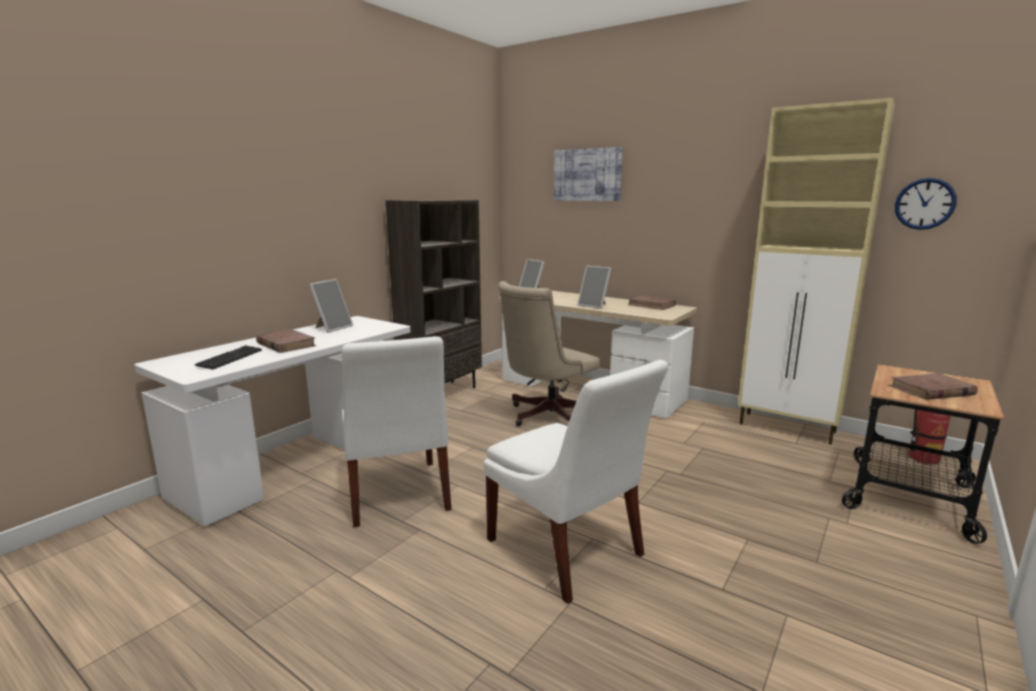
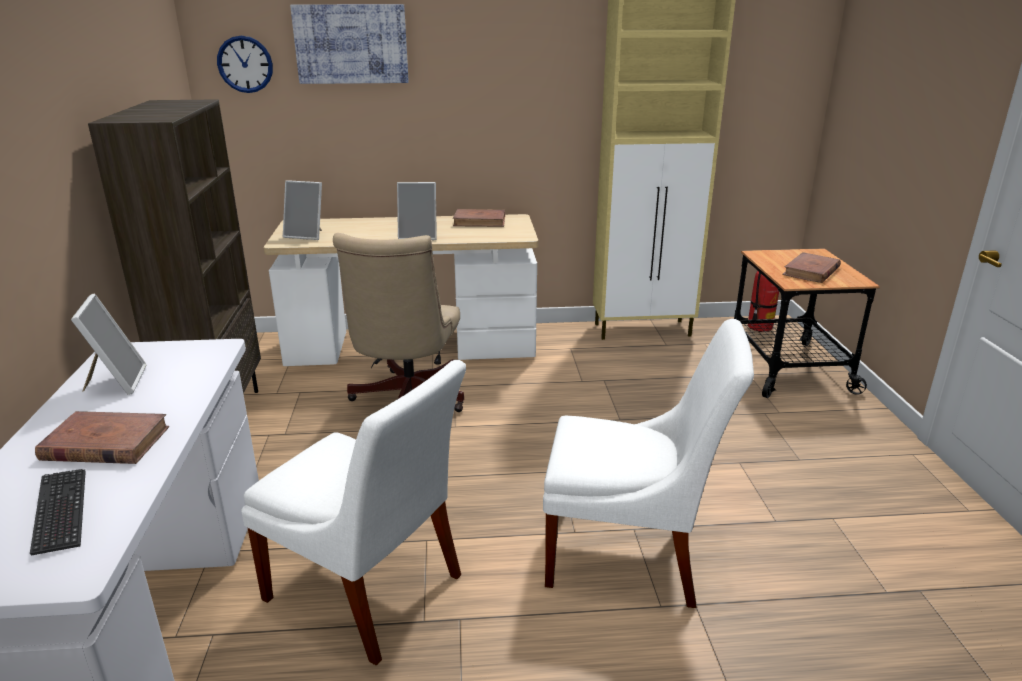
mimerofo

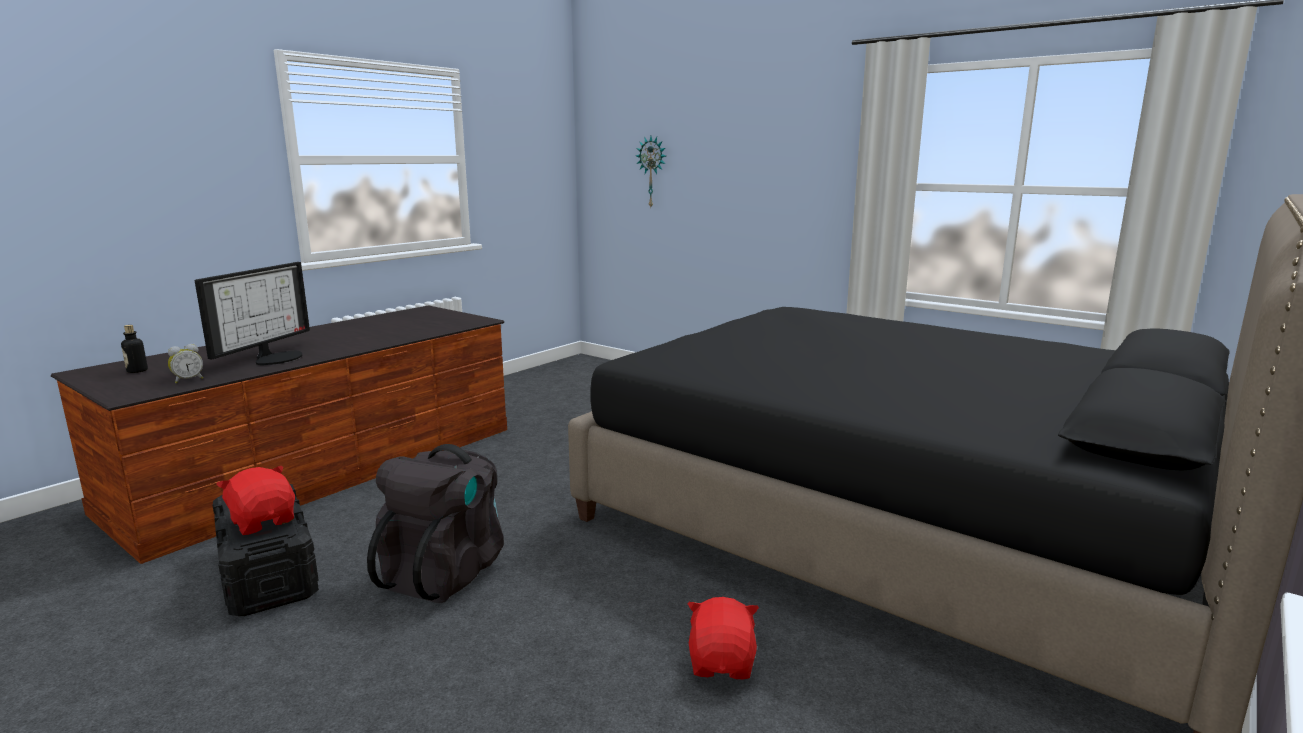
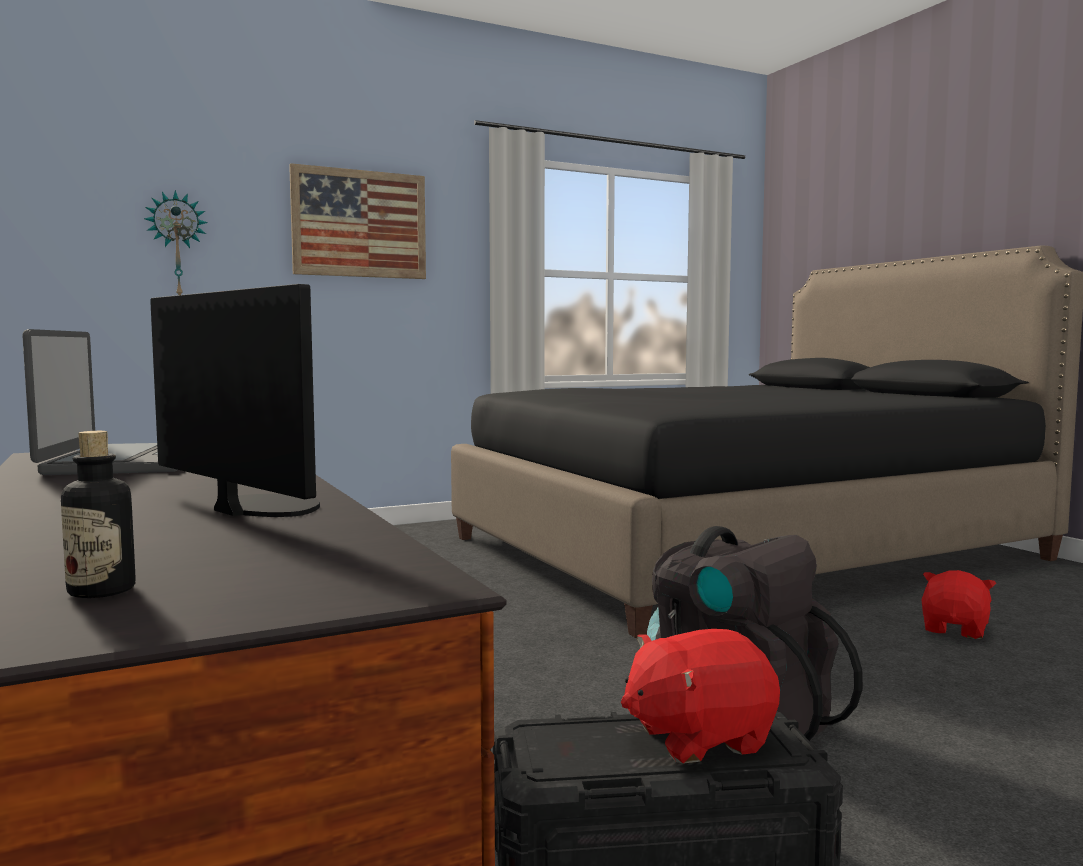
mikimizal
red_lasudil (2nd from left)
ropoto
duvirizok

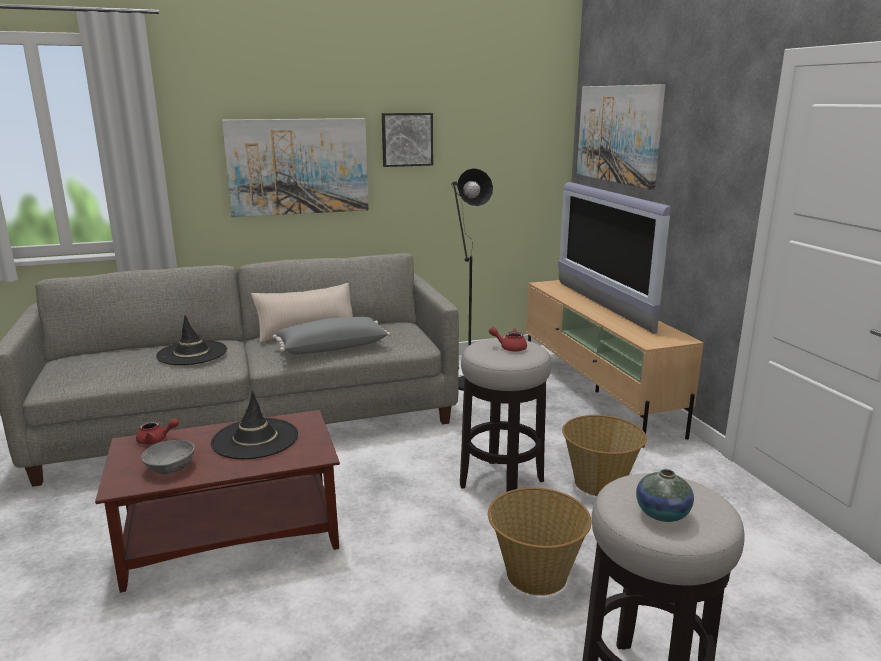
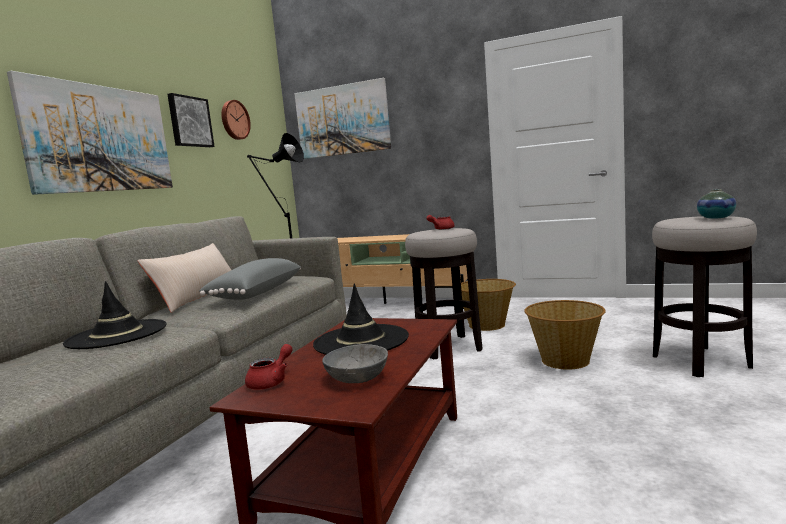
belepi
mimerofo

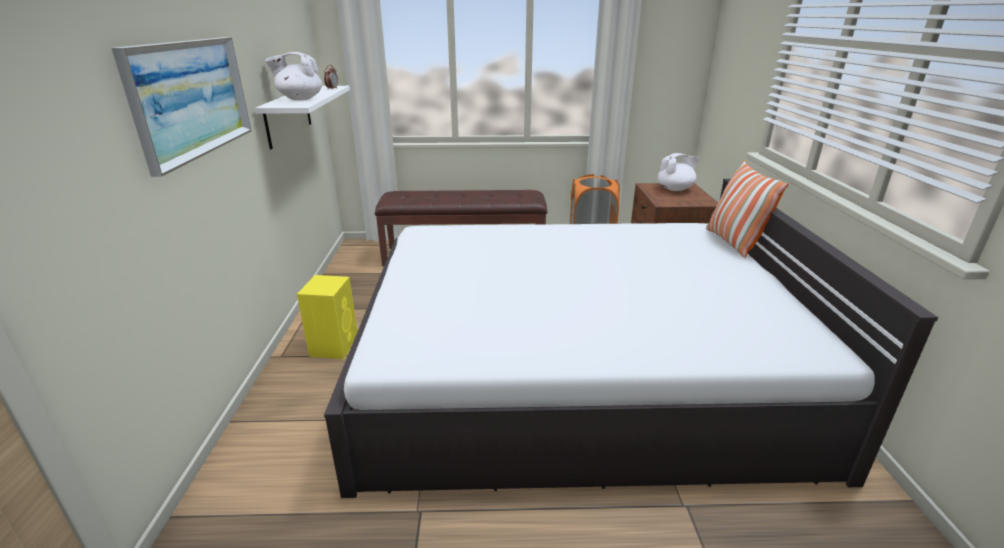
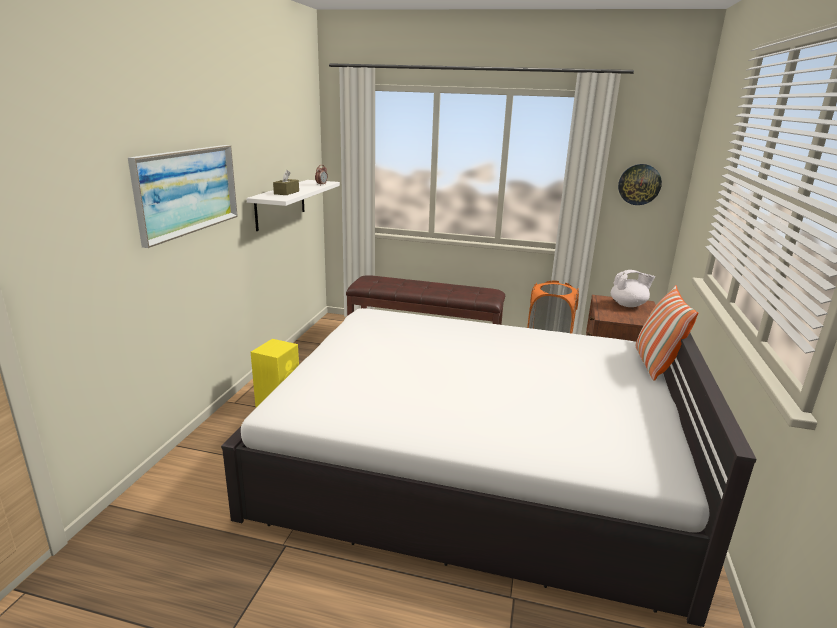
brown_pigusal
mimerofo

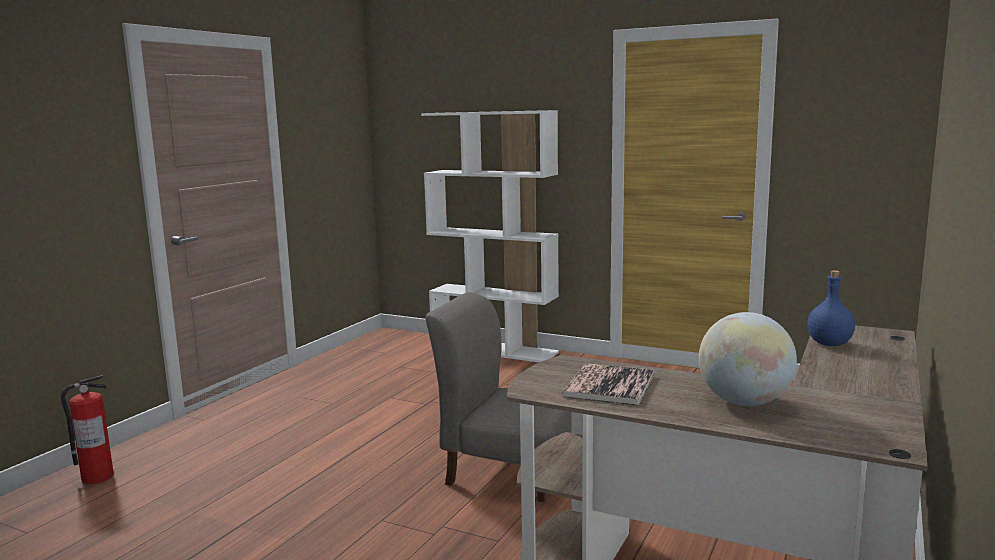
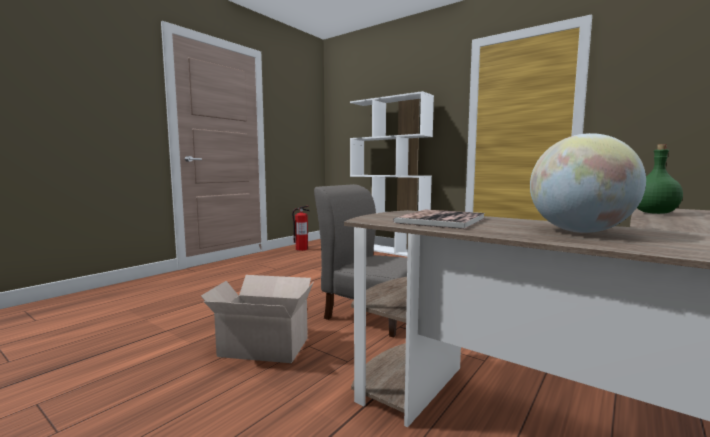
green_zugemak
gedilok
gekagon

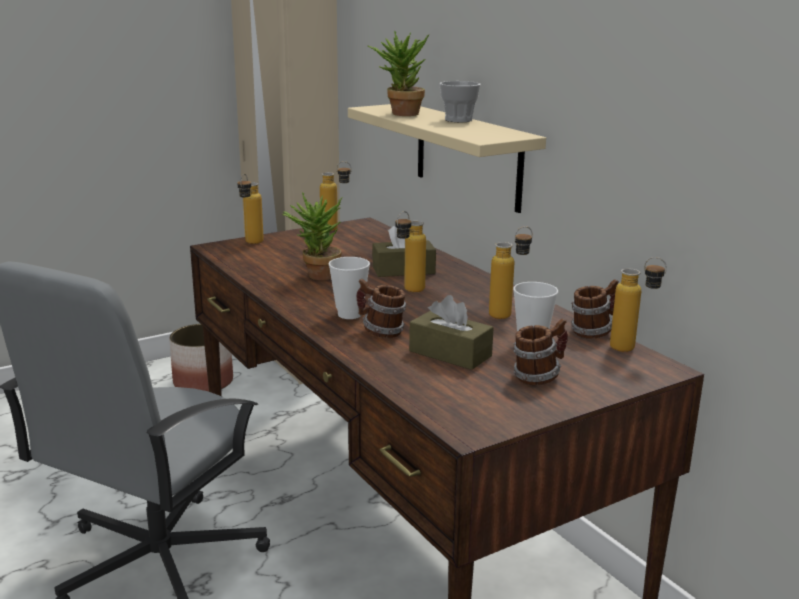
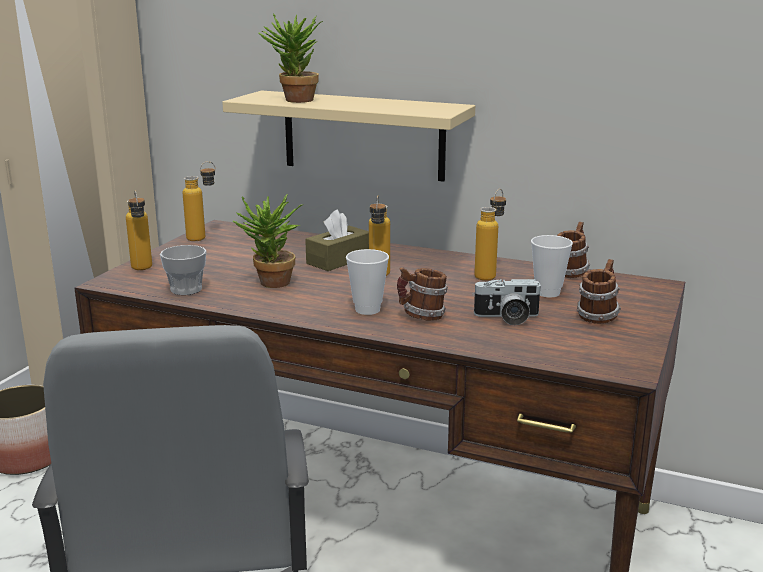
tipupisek (1st from left)
zugemak (5th from left in the first image)
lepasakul

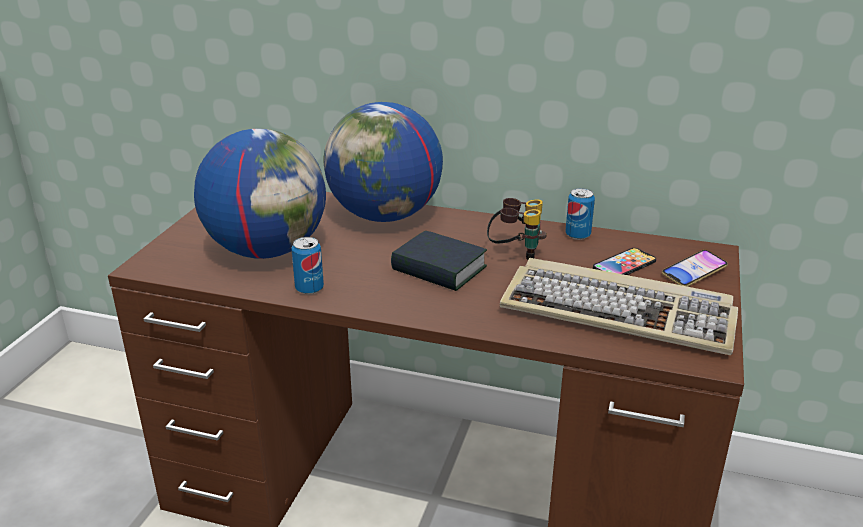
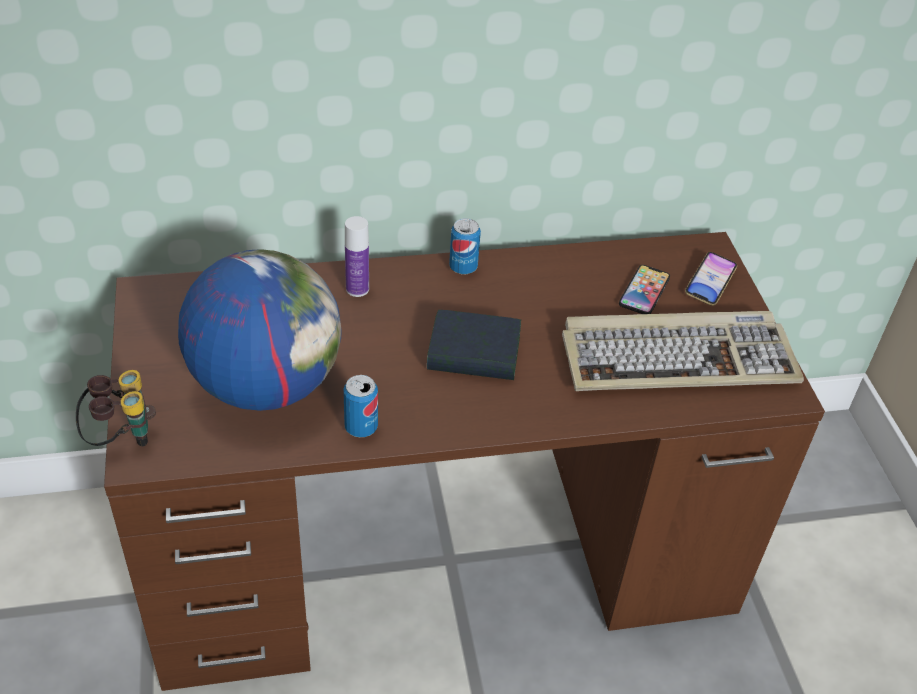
zugemak
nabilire (2nd from left)
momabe

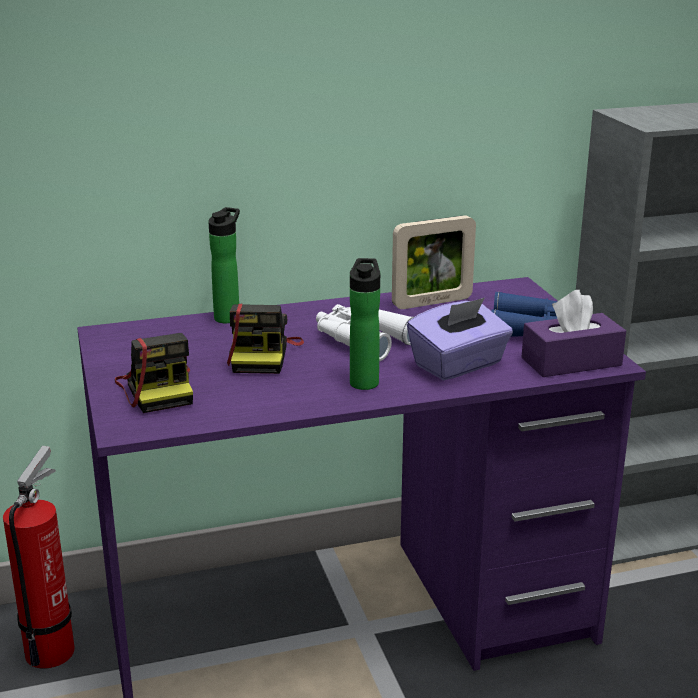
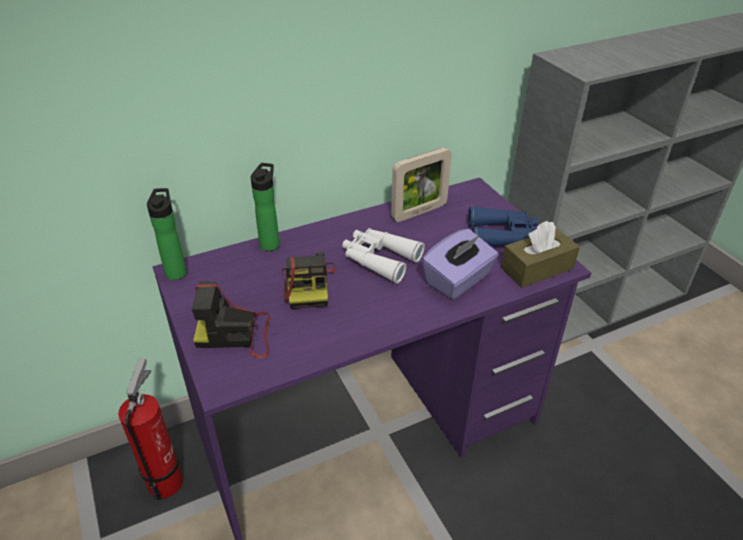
zugemak (1st from left)
brown_pigusal
lepasakul (1st from left)

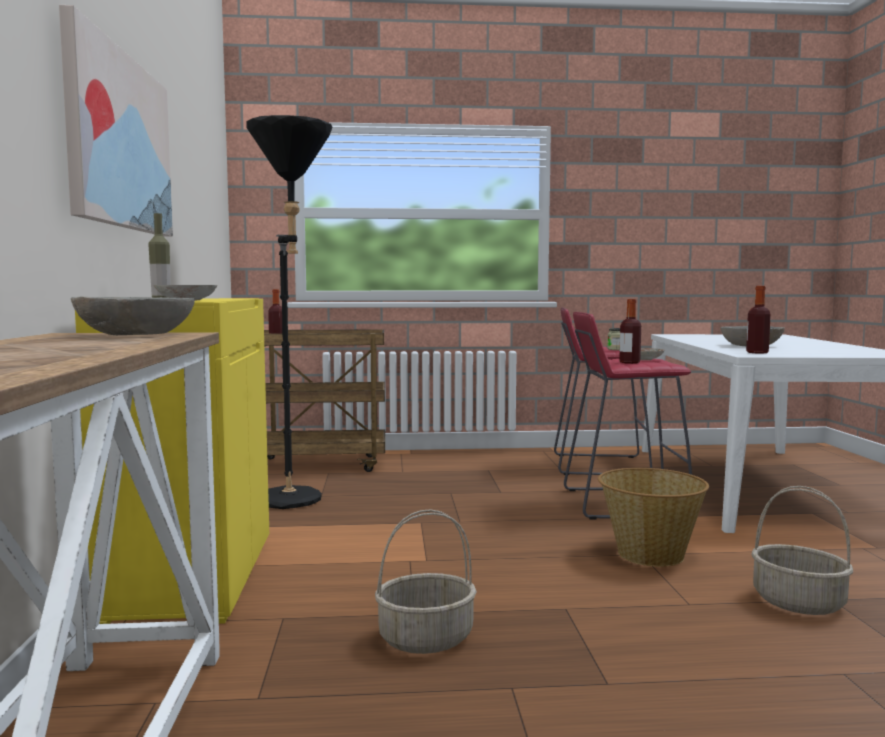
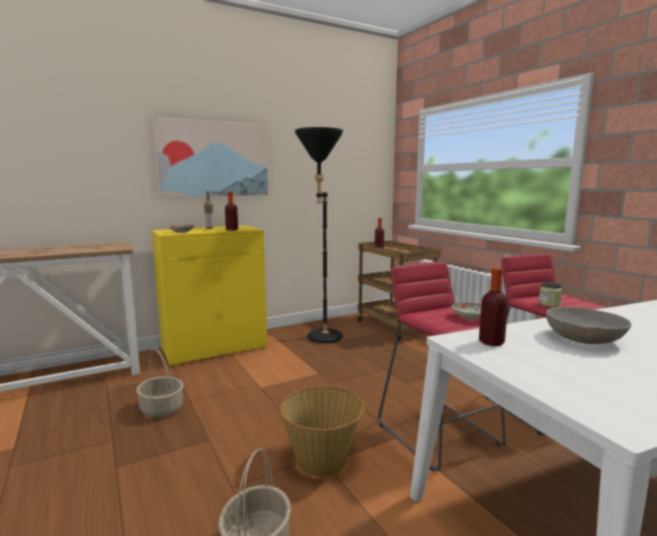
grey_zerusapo (1st from left in the first image)
zugemak (2nd from left)

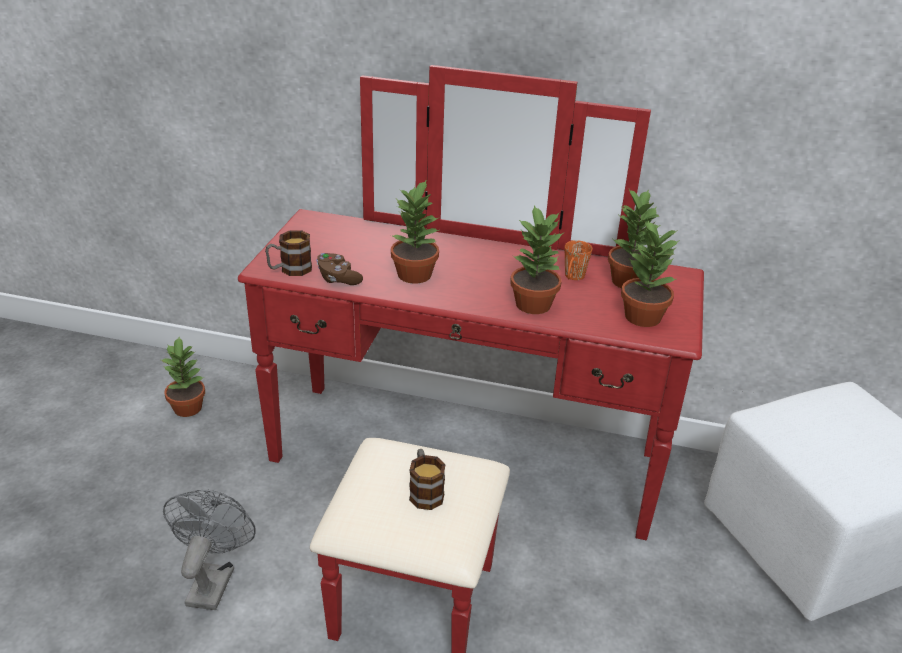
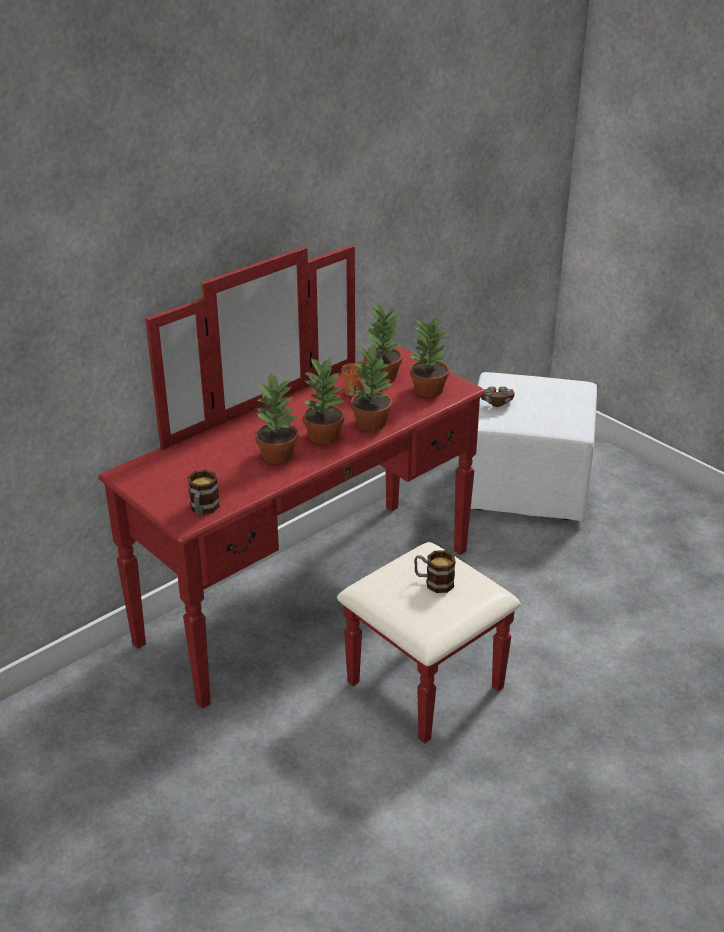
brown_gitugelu
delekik (2nd from left)
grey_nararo

